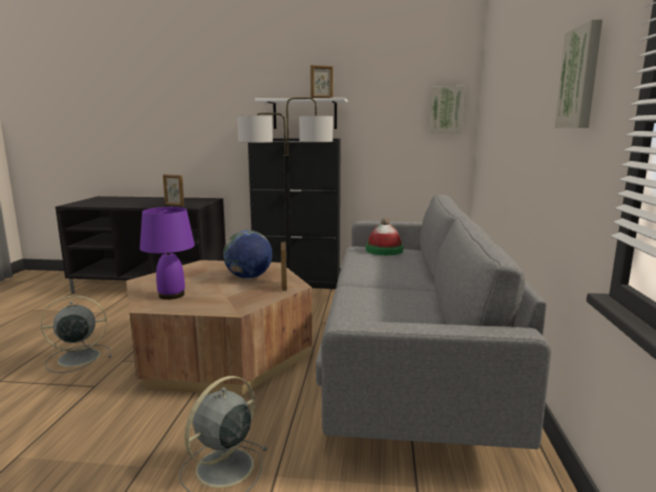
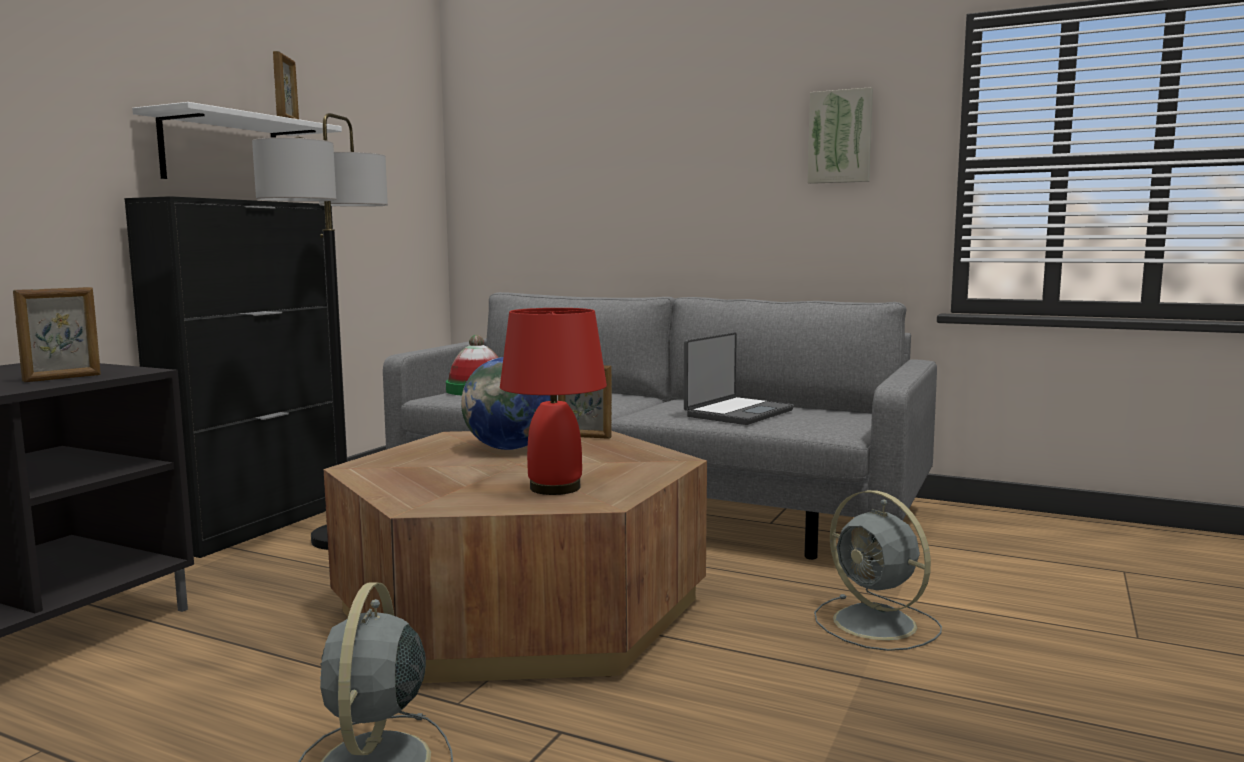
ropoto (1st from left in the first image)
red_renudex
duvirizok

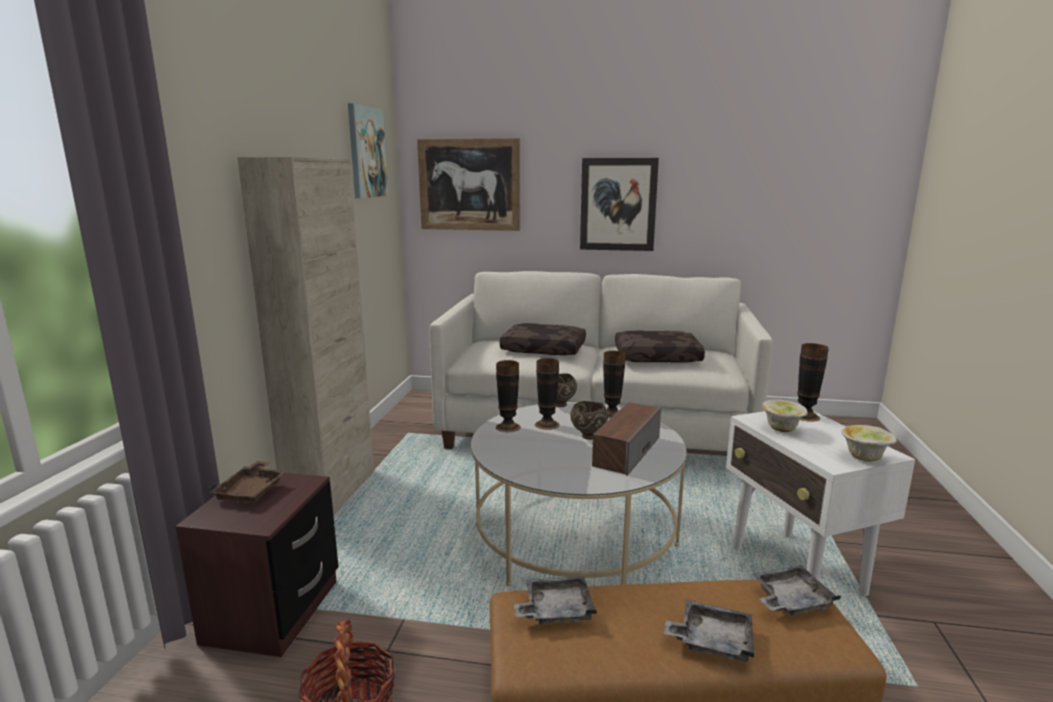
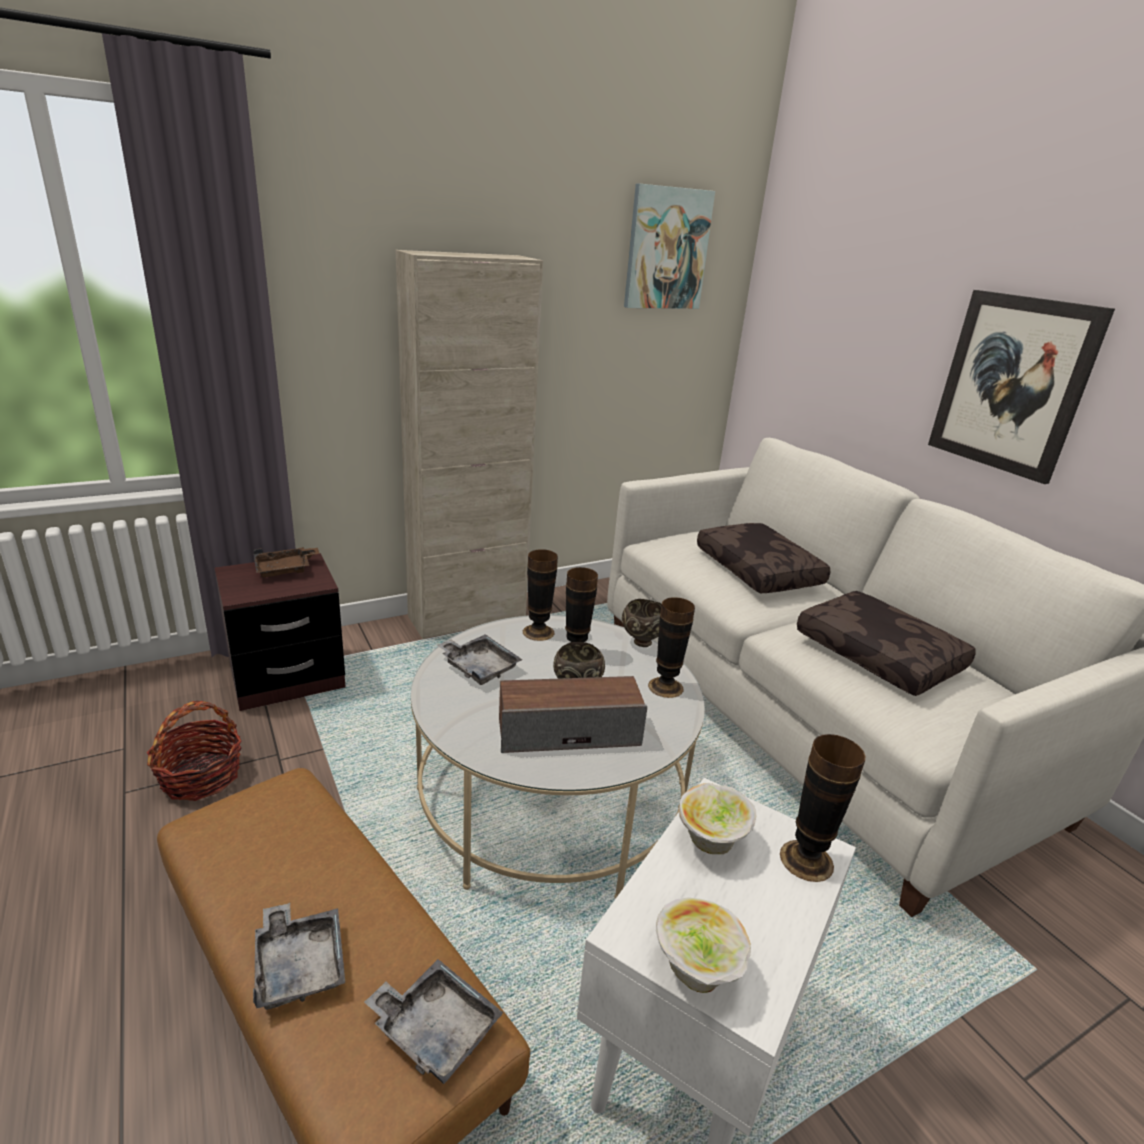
ropoto (2nd from left in the first image)
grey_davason (3rd from left)

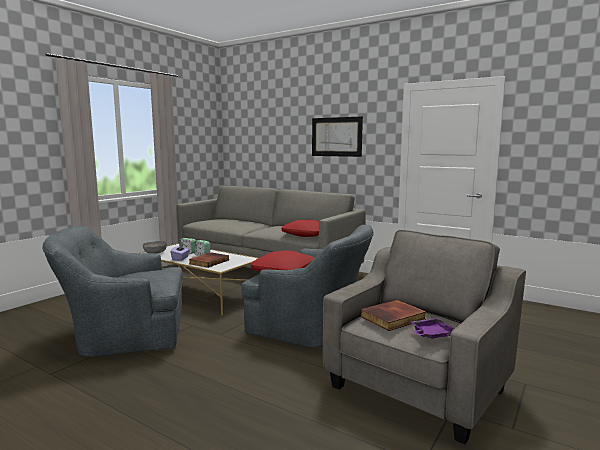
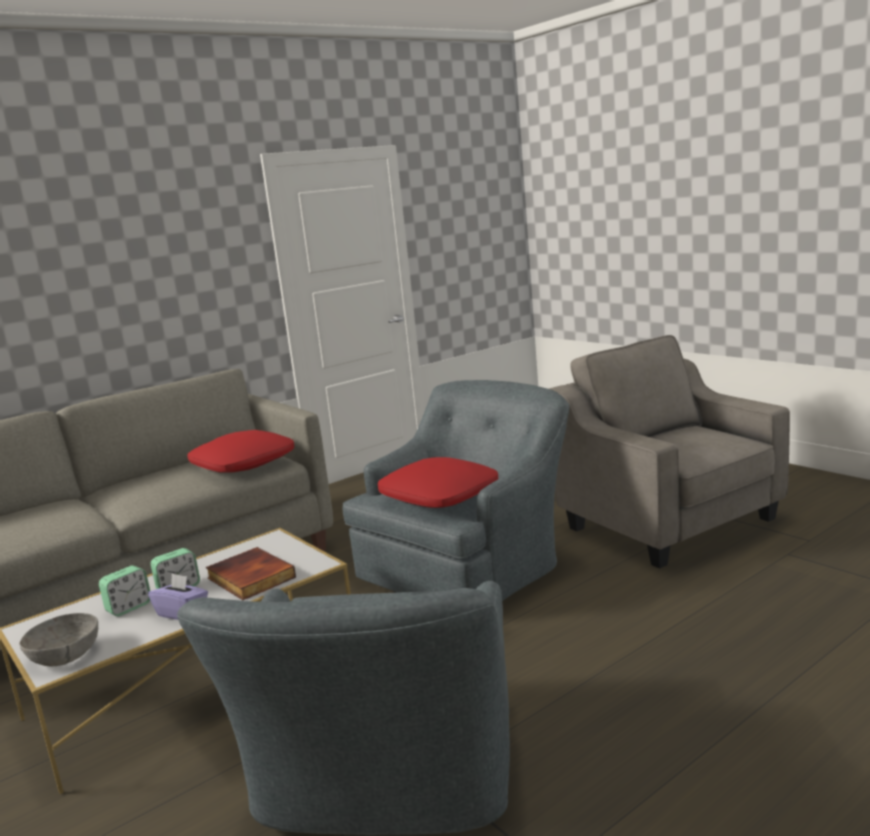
ropoto
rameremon (2nd from left in the first image)
purple_davason

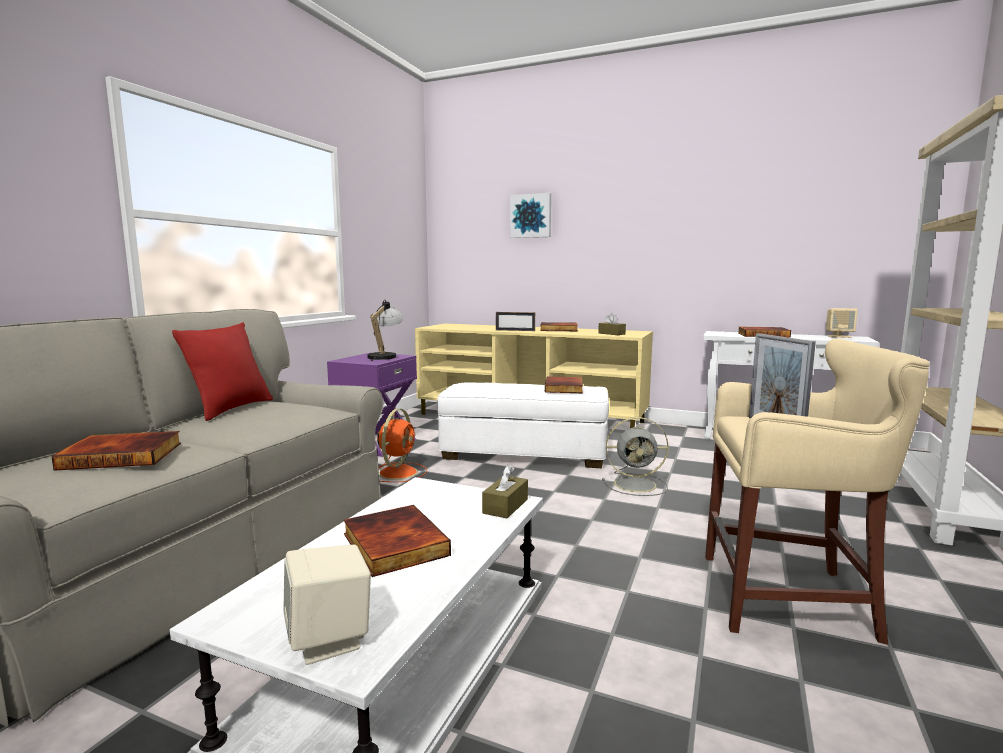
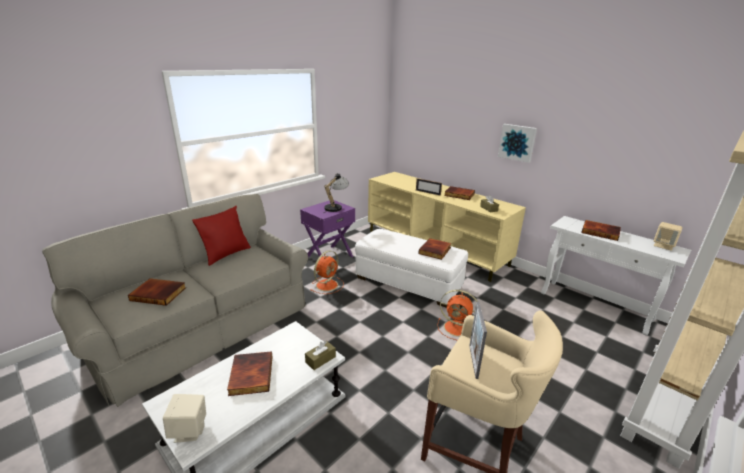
ropoto
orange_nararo (2nd from left)

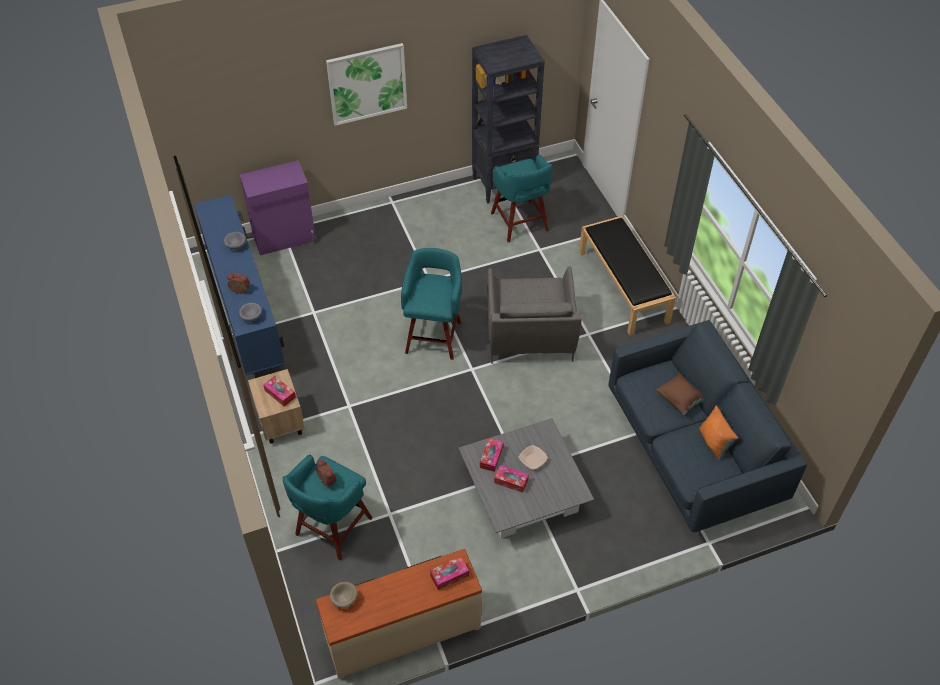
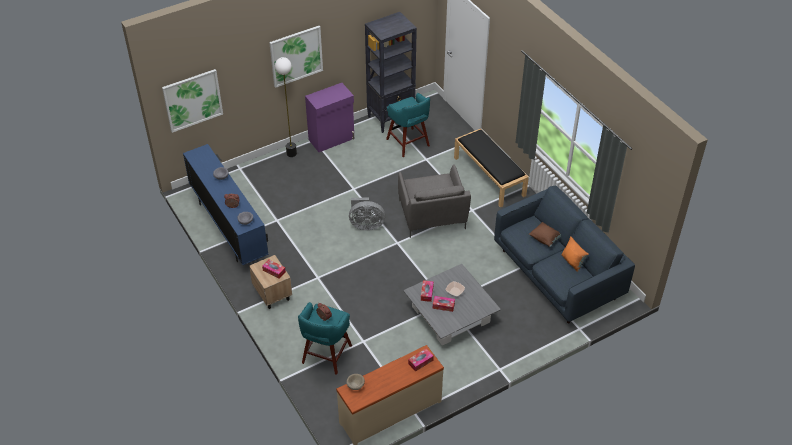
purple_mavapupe
grey_nararo
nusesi
ropoto (1st from left)

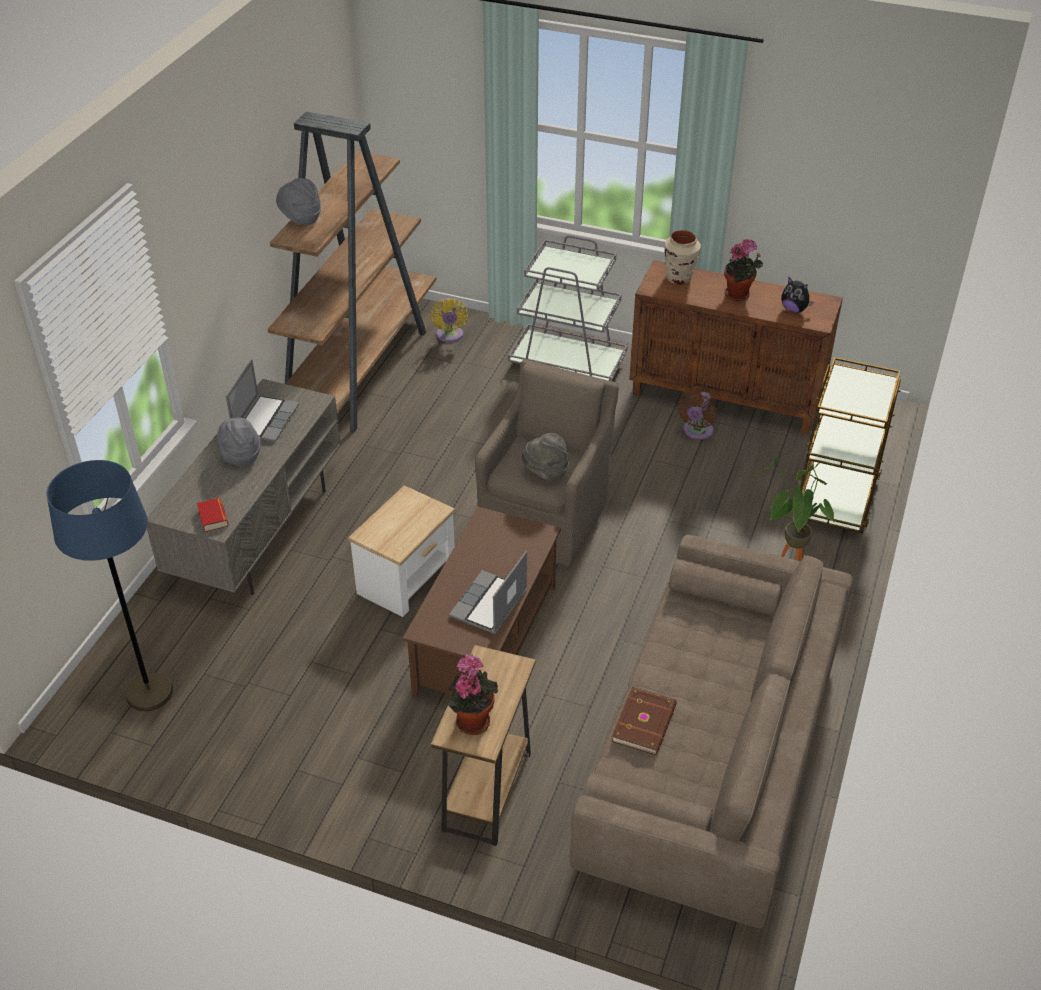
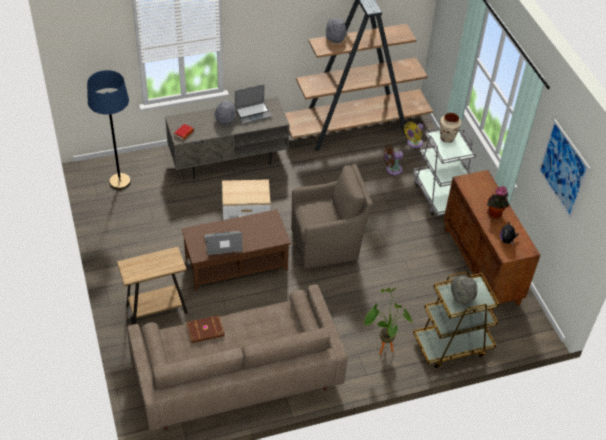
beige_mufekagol
brown_nararo
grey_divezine (3rd from left)
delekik (1st from left in the first image)
ropoto

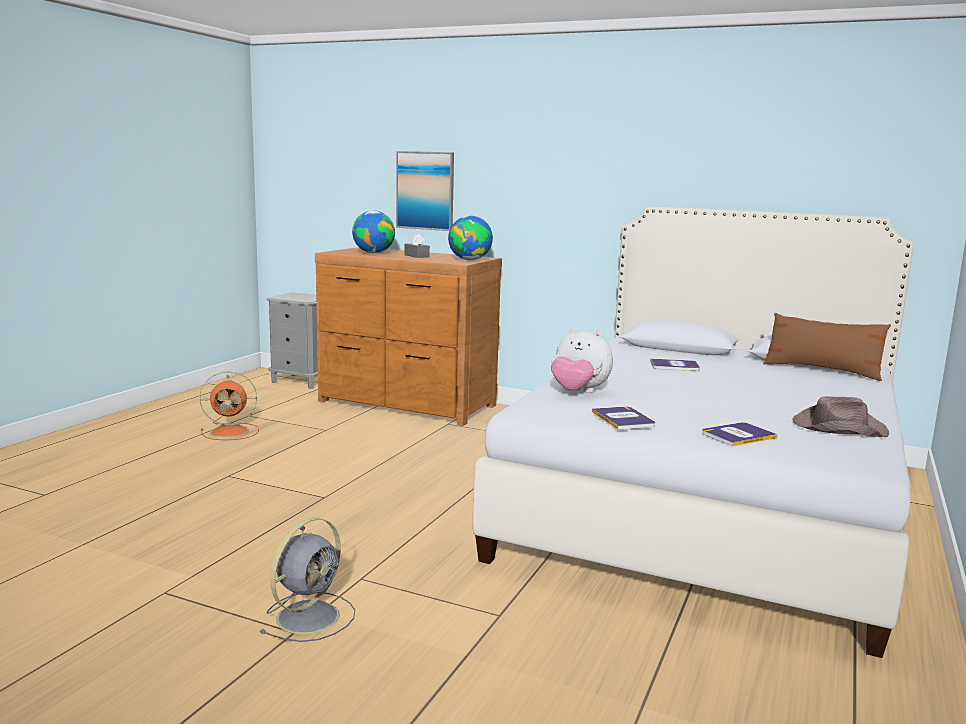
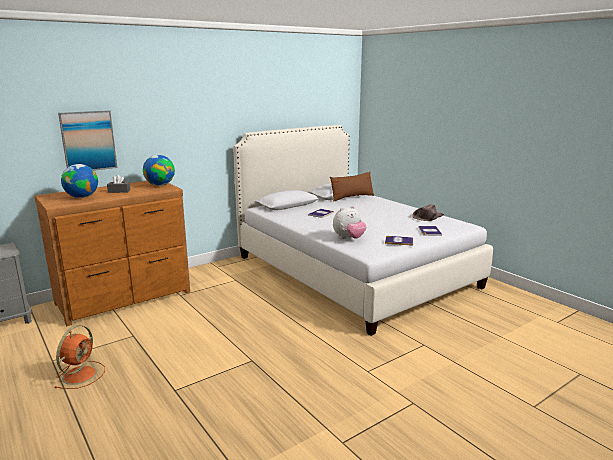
grey_nararo

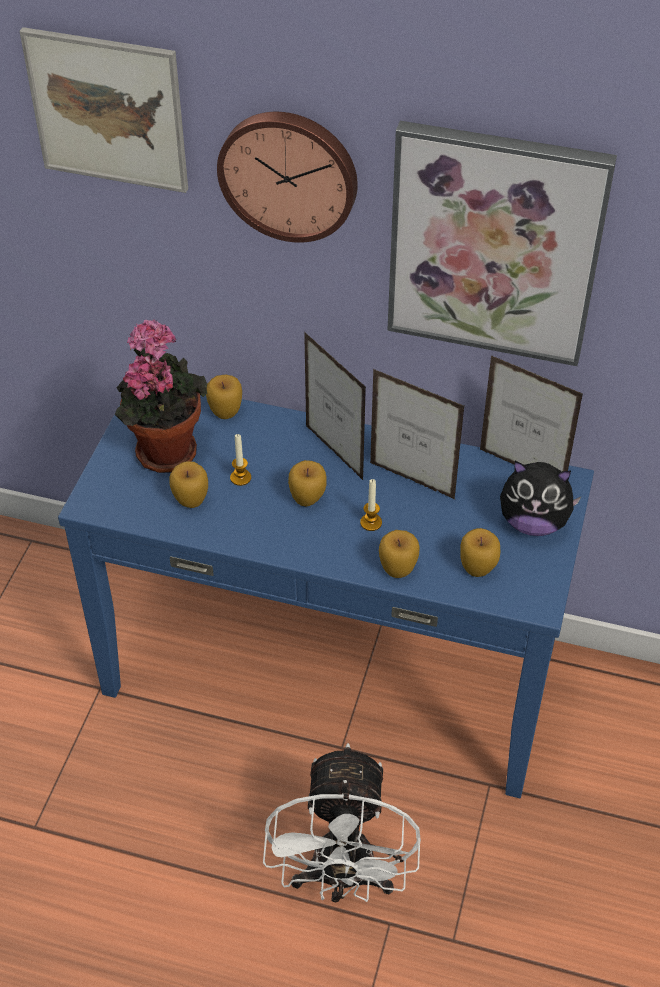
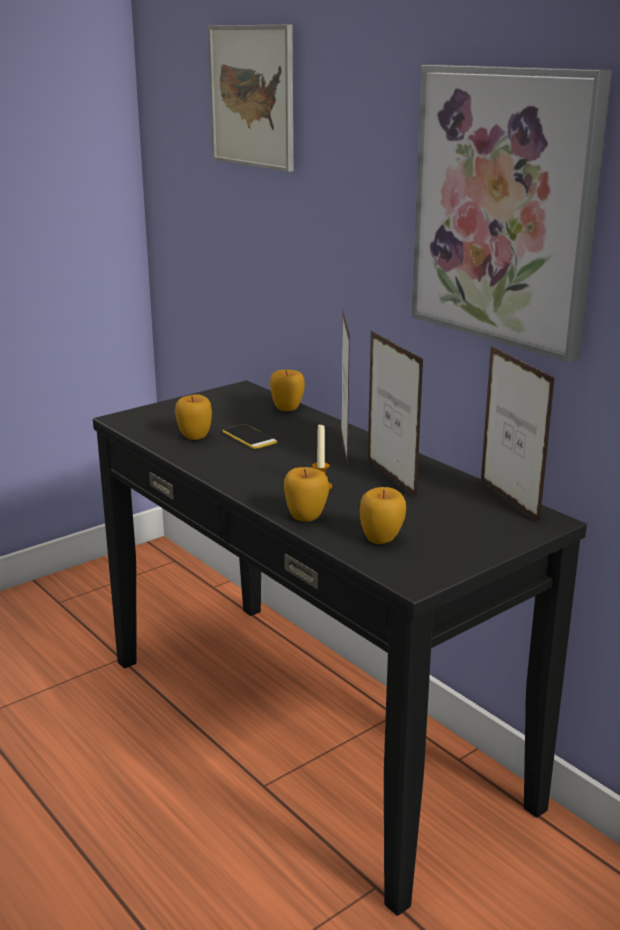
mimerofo
delekik
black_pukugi
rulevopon
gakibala (3rd from left in the first image)
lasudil
white_nararo

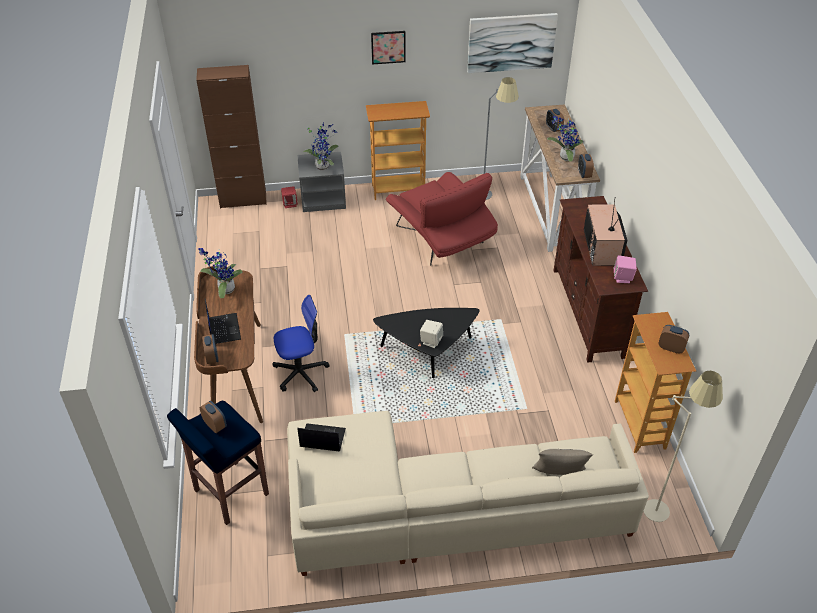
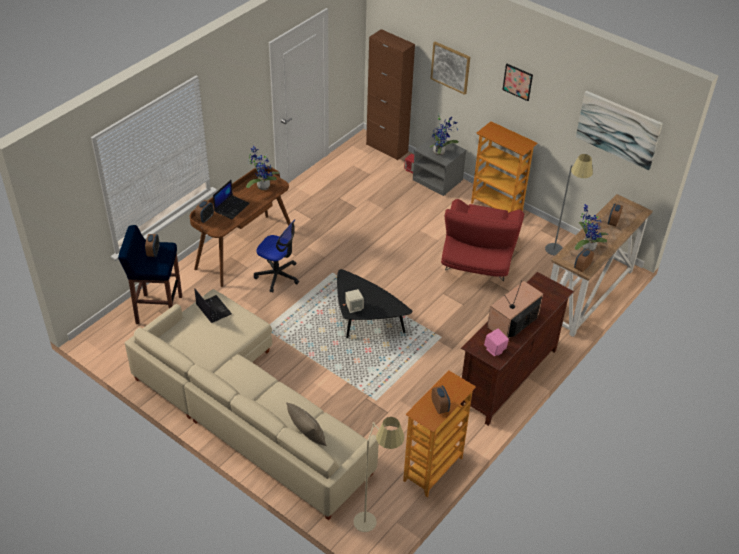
ropoto (1st from left)

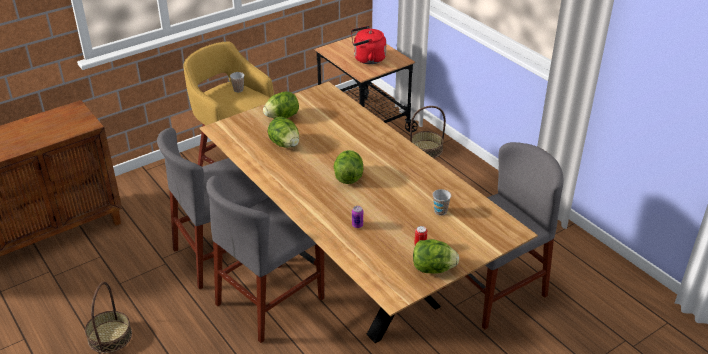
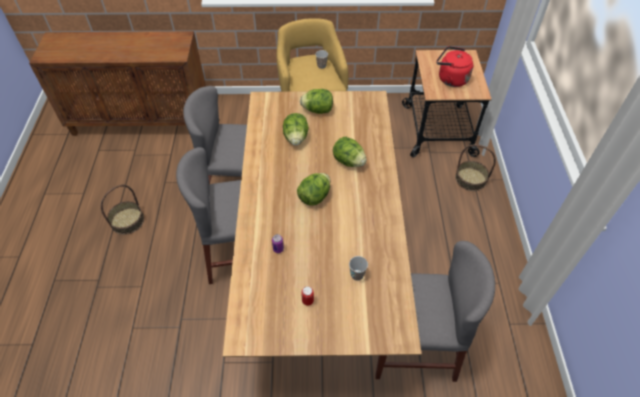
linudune (4th from left)

